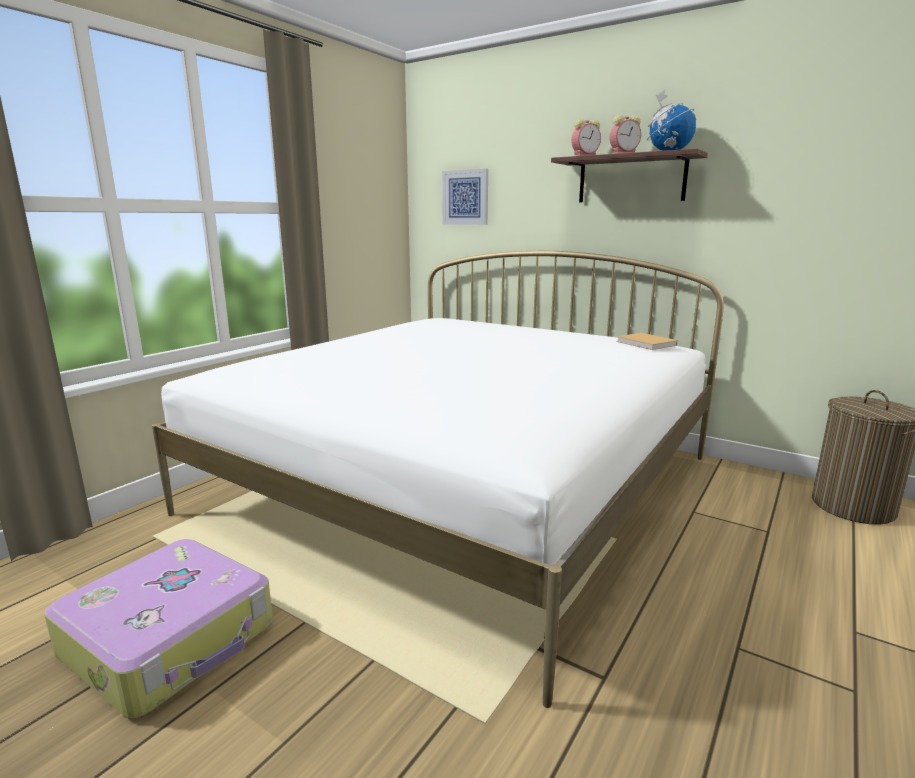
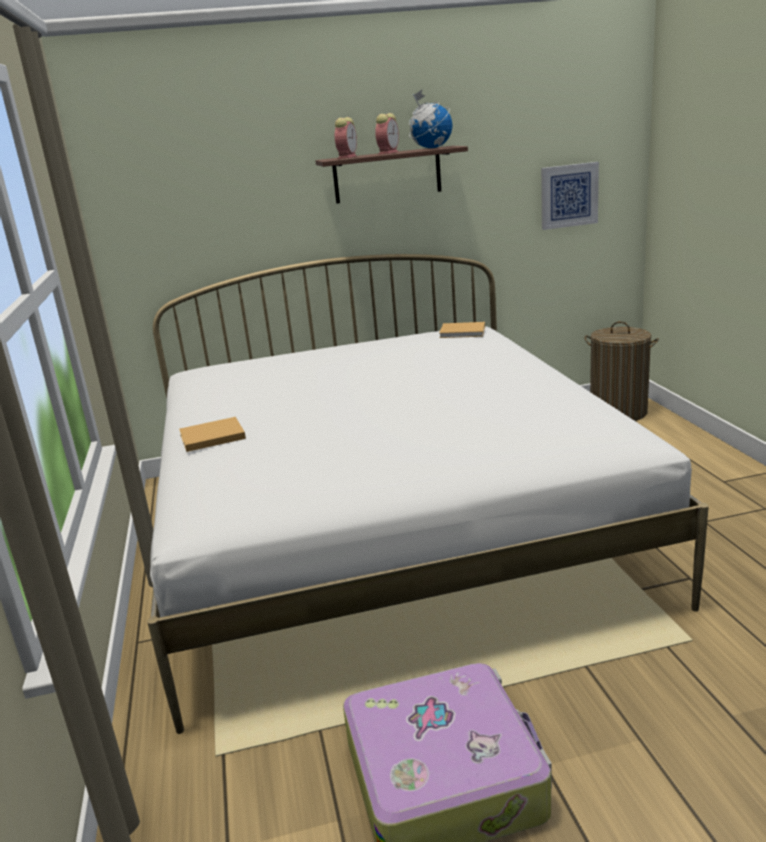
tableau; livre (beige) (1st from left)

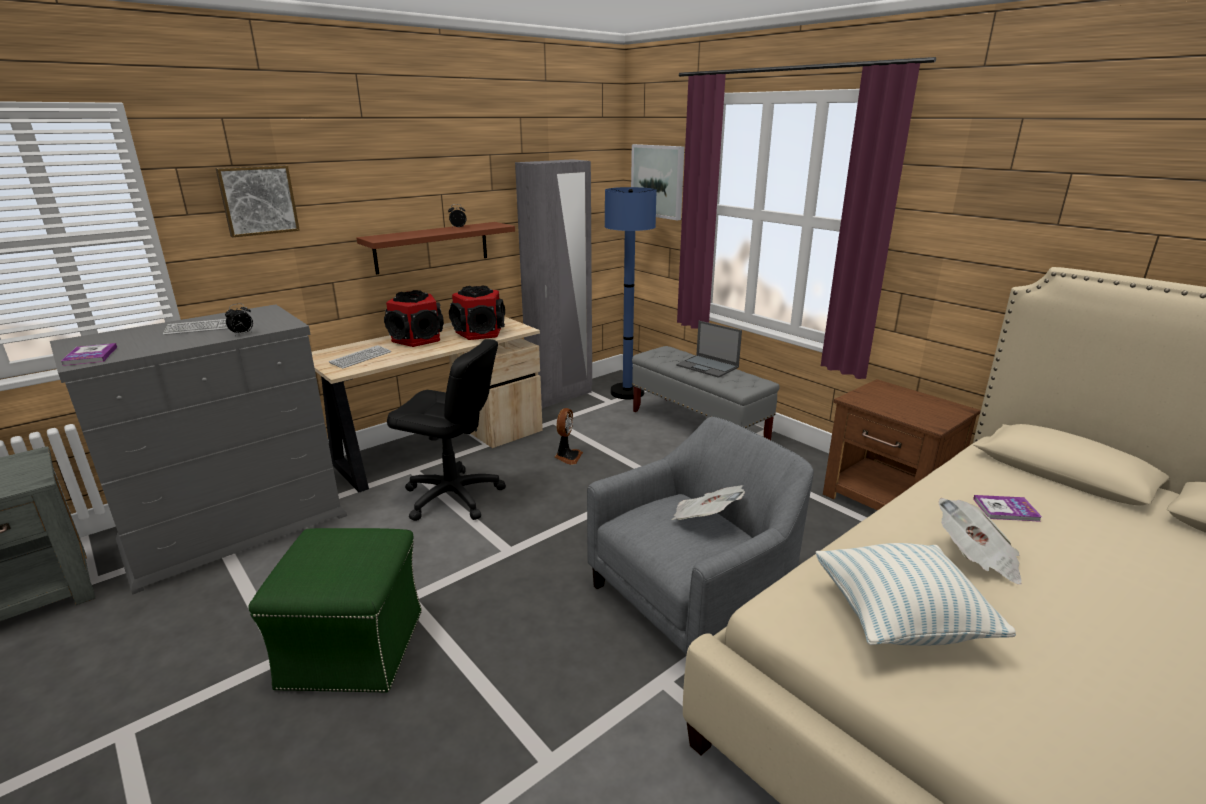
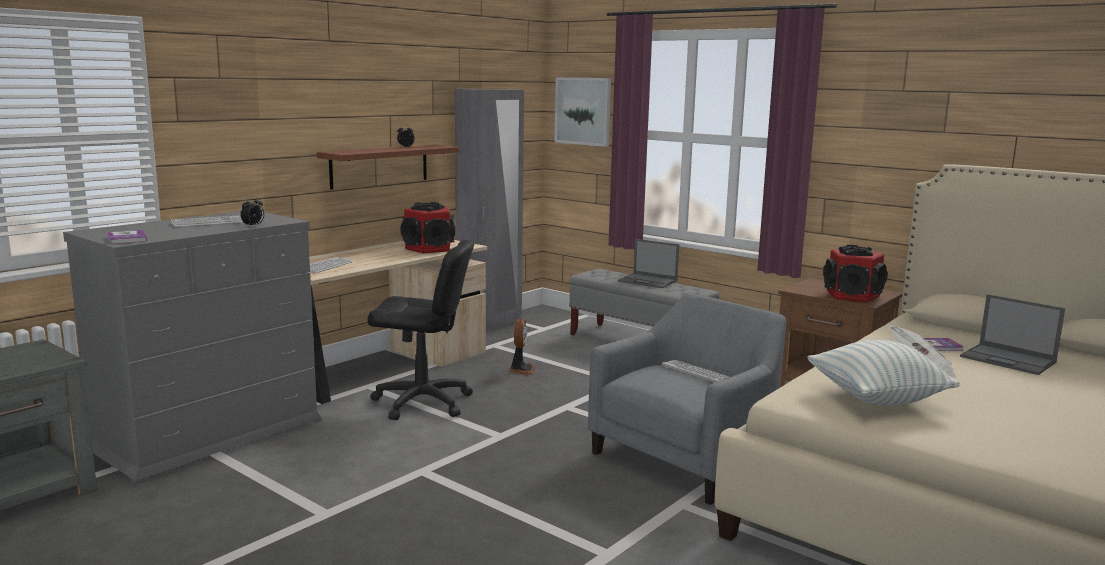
tableau (1st from left in the first image); lampadaire (bleu); enceinte (2nd from left); clavier (3rd from left); pouf (vert); ordinateur portable (2nd from left)

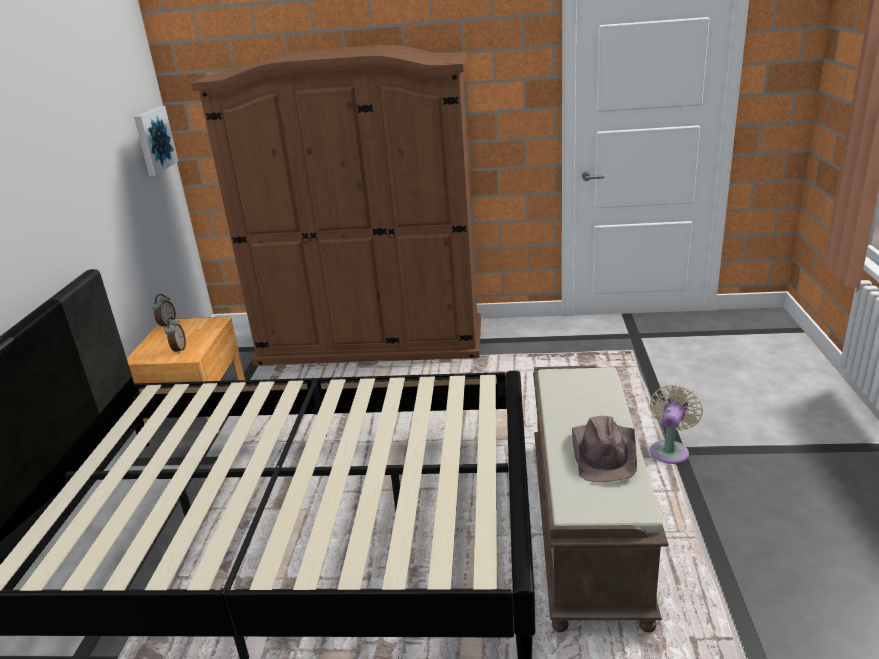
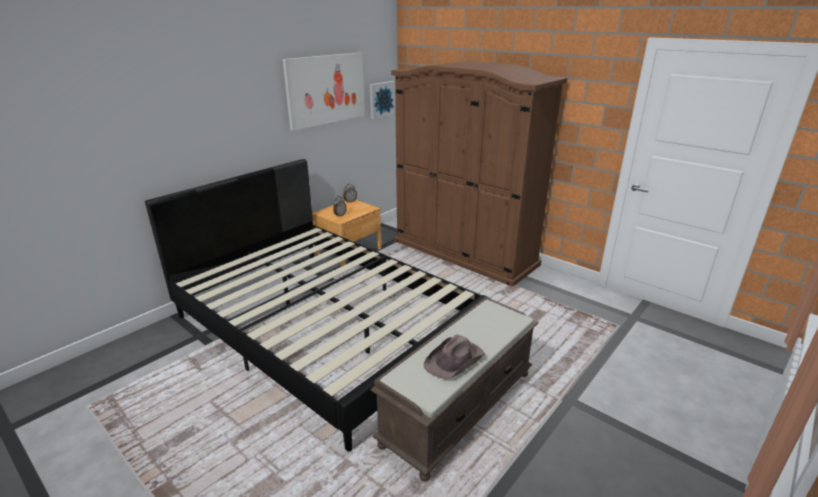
ventilateur (beige); tableau (1st from left)

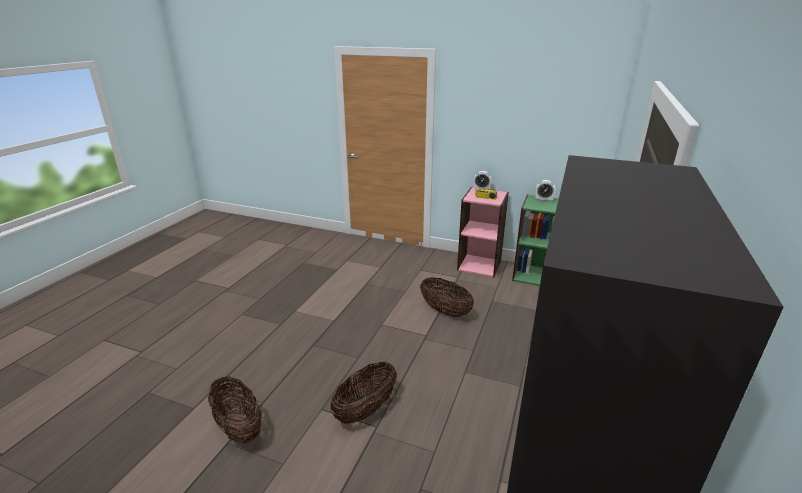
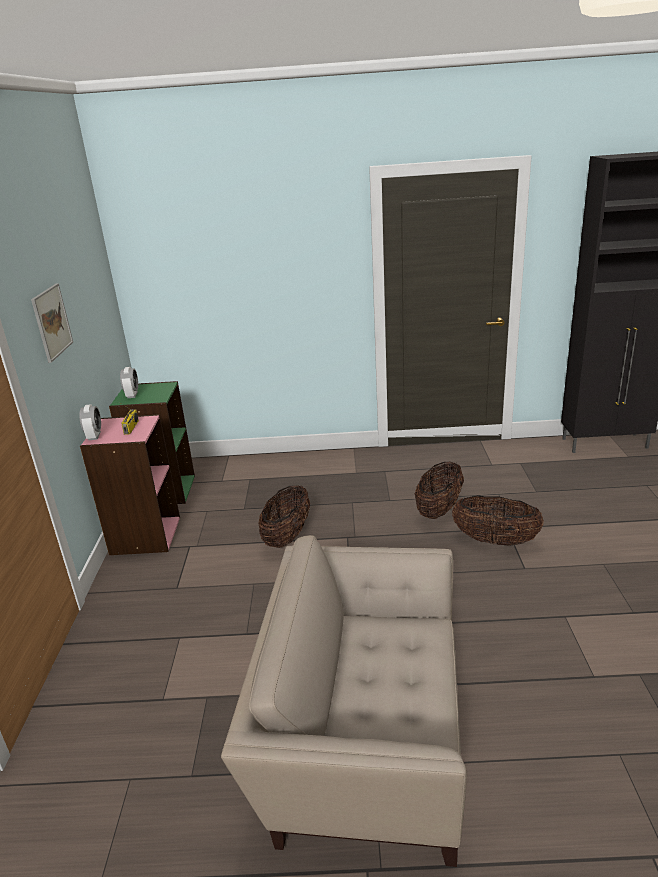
panier (2nd from left); tableau; fauteuil (beige)

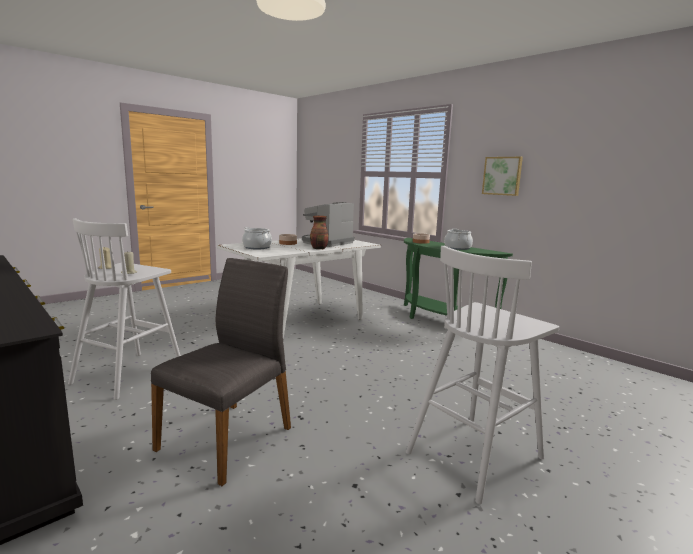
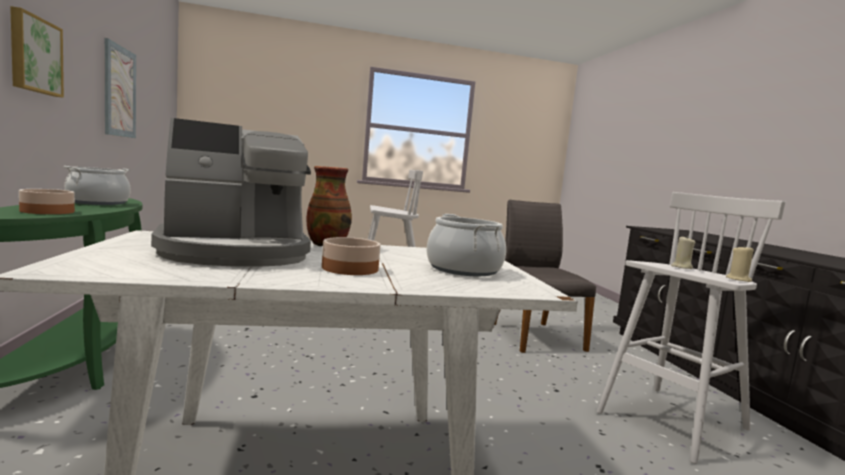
chaise (gris); tableau (2nd from left)

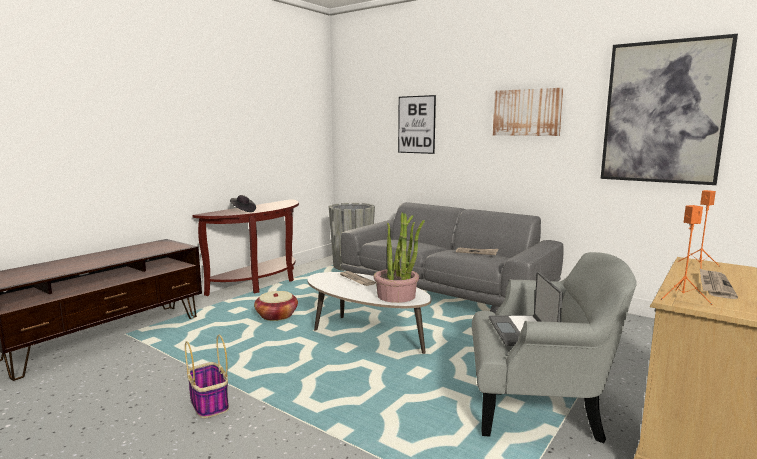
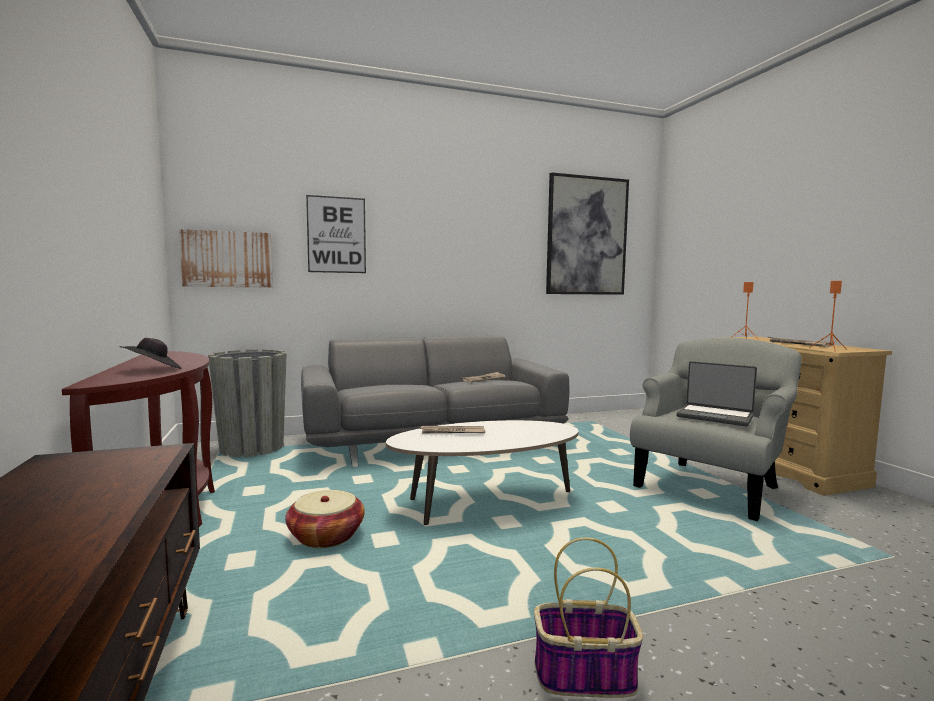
tableau (1st from left); plante en pot

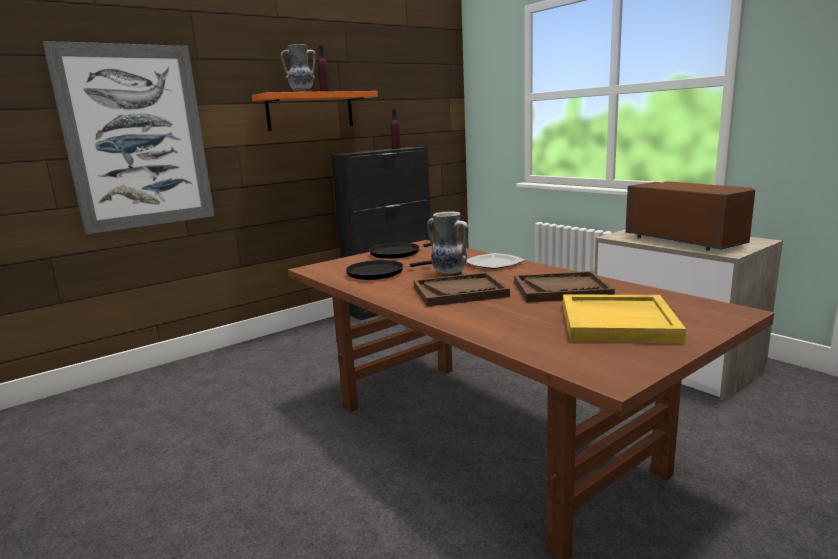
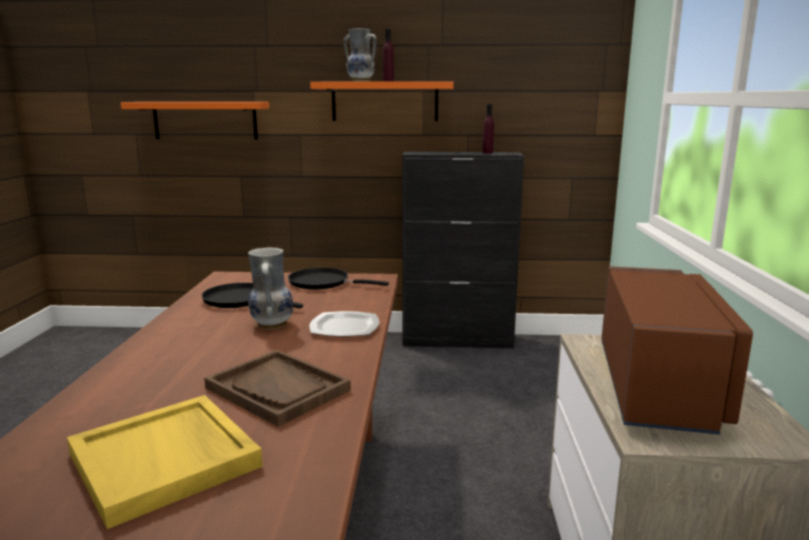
étagère (orange) (1st from left); plateau (marron) (1st from left in the first image)

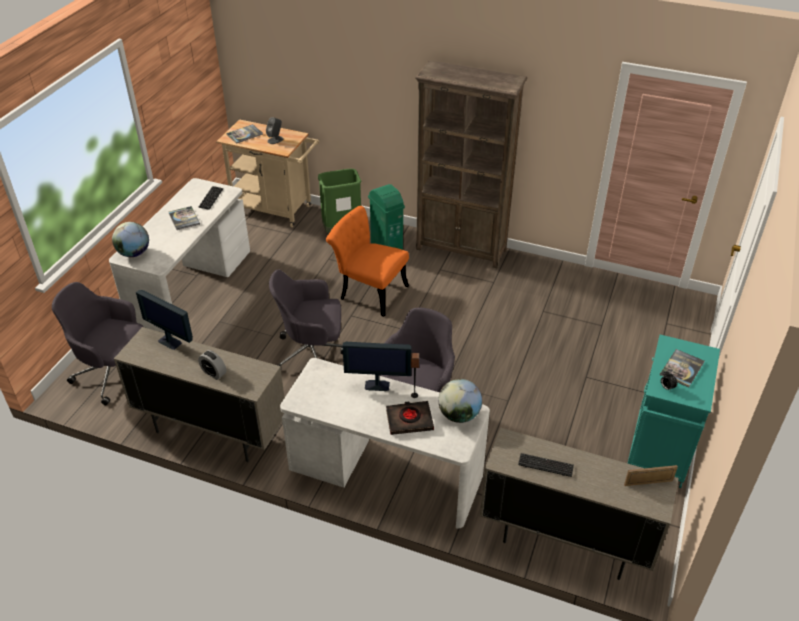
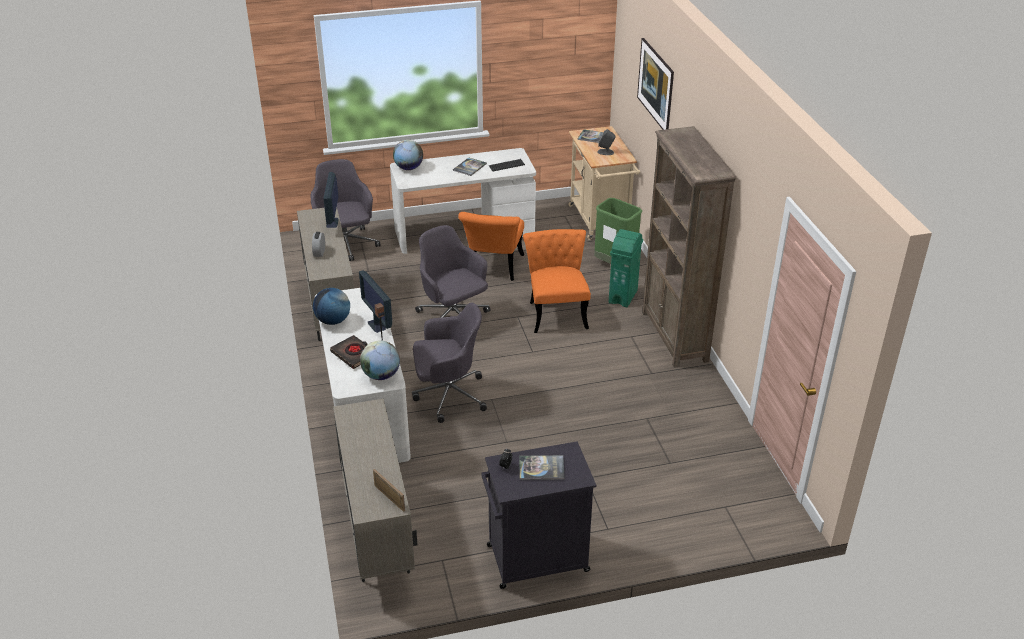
meuble de rangement (noir); clavier (2nd from left in the first image); tableau; chaise (orange) (1st from left); globe (1st from left)

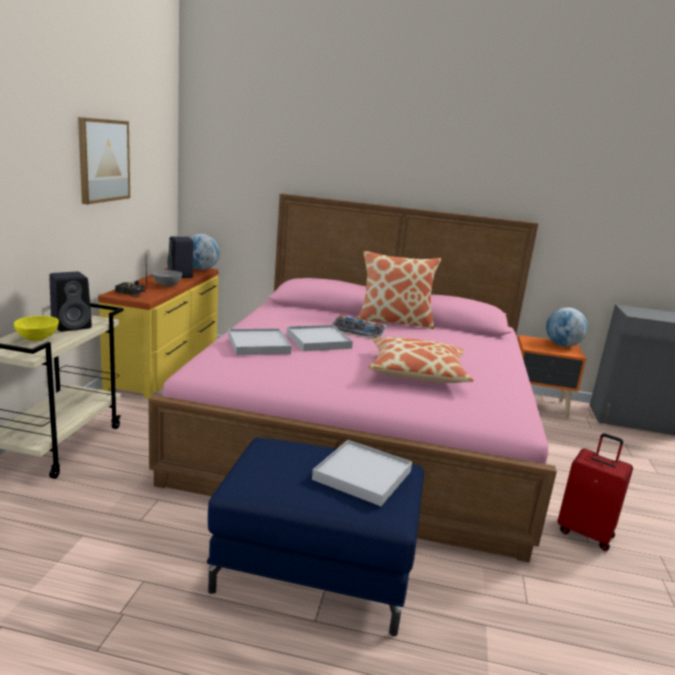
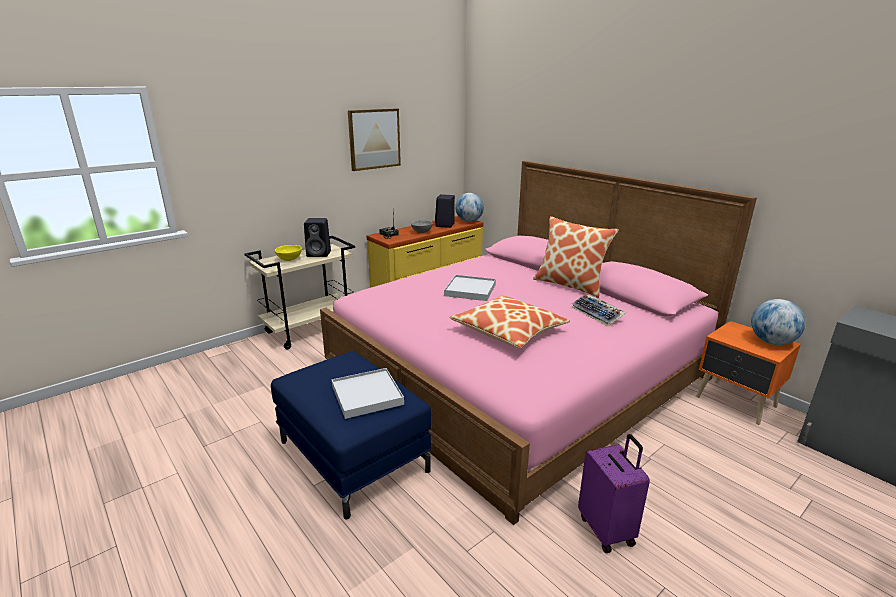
clavier; plateau (blanc) (1st from left in the first image); valise (violet)

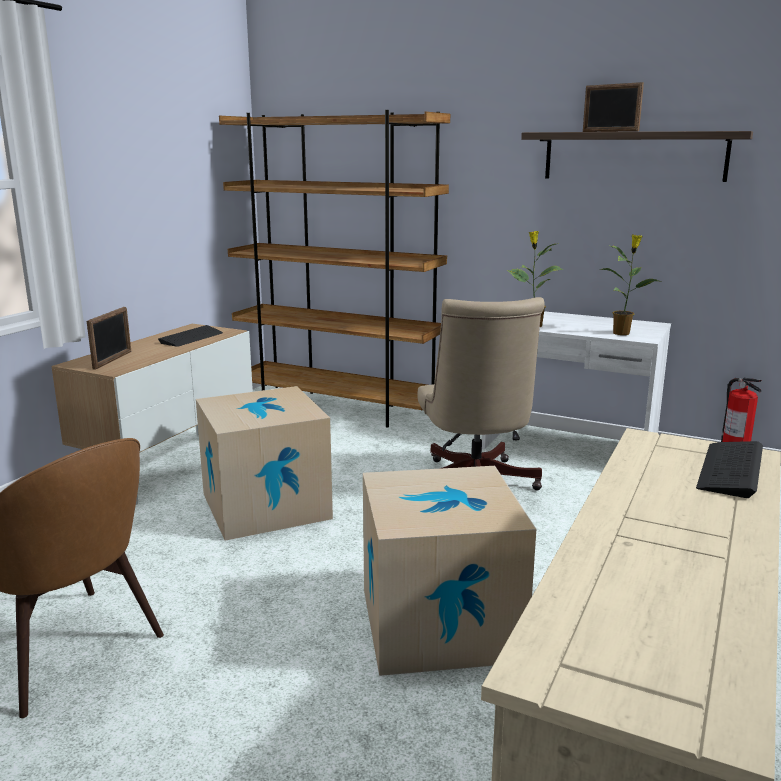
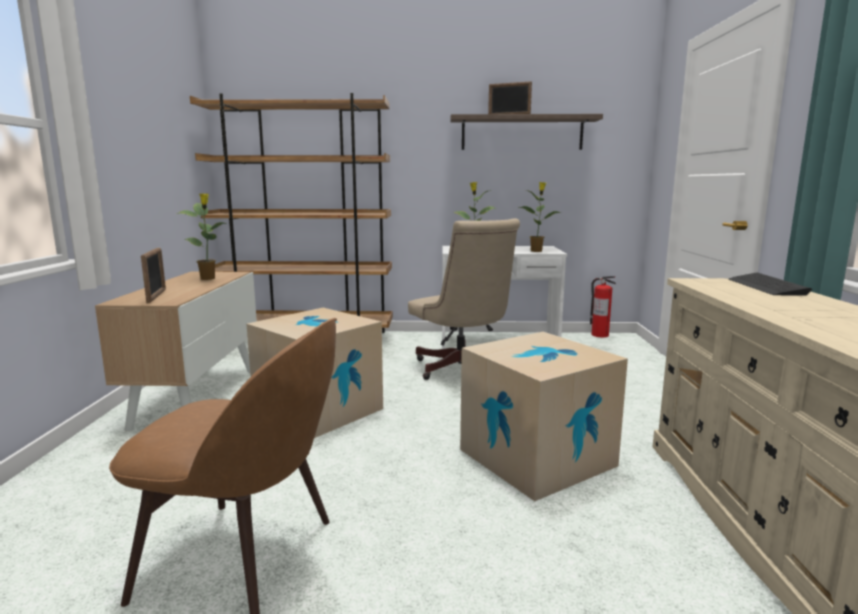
plante en pot (1st from left)

